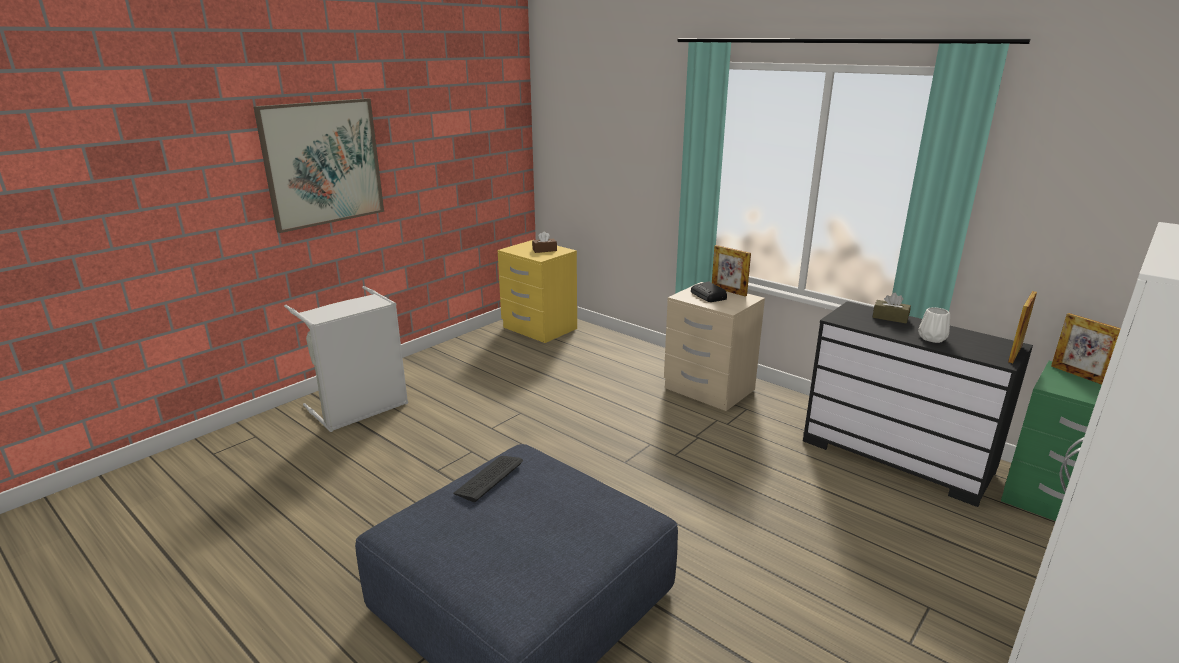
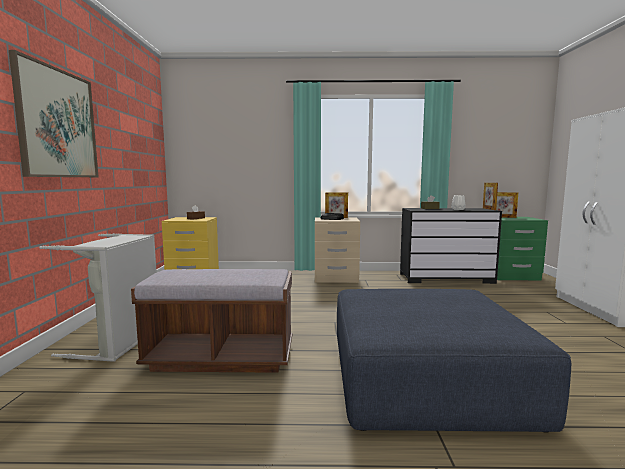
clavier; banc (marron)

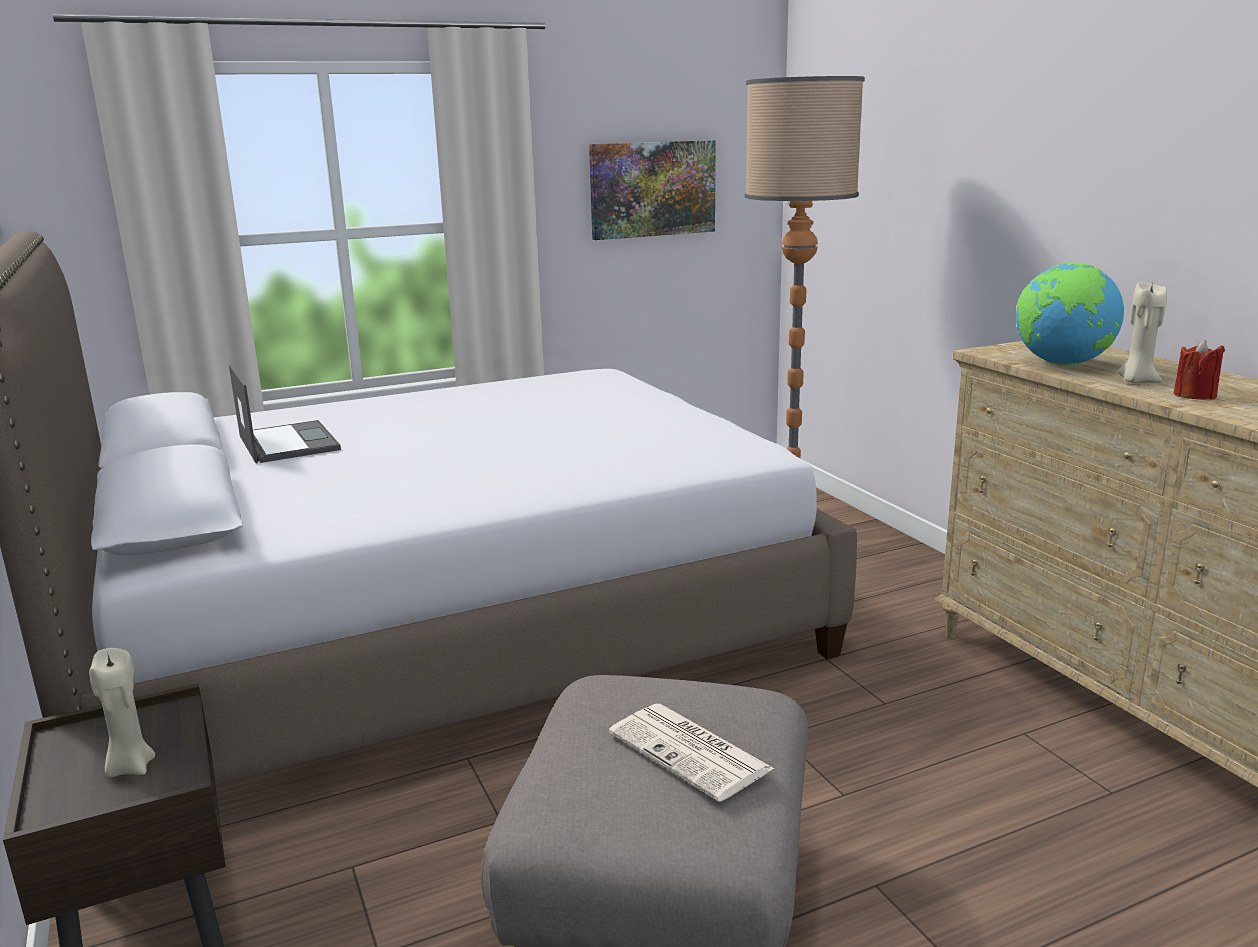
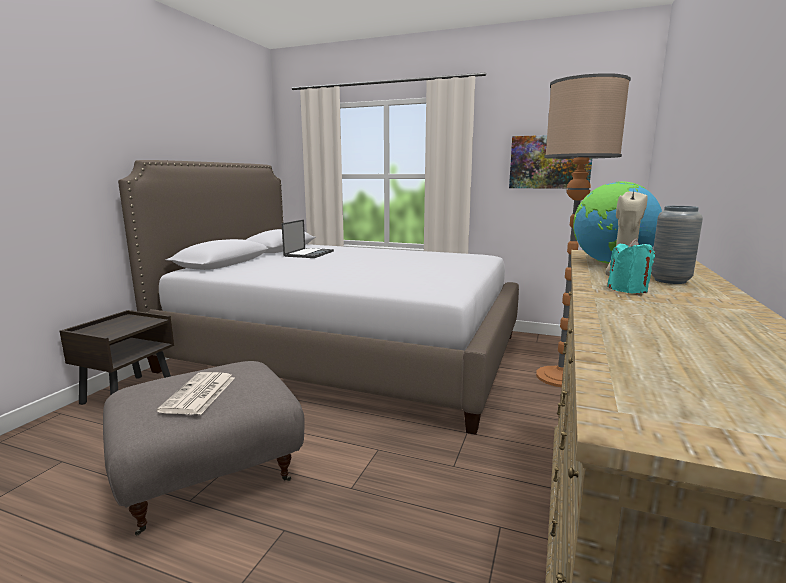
bougie (turquoise); bougie (beige) (1st from left in the first image); vase (gris)

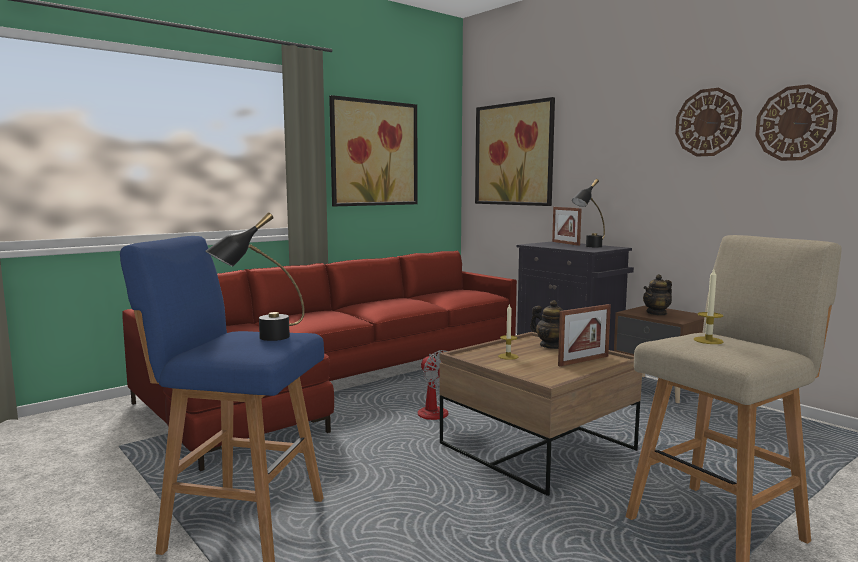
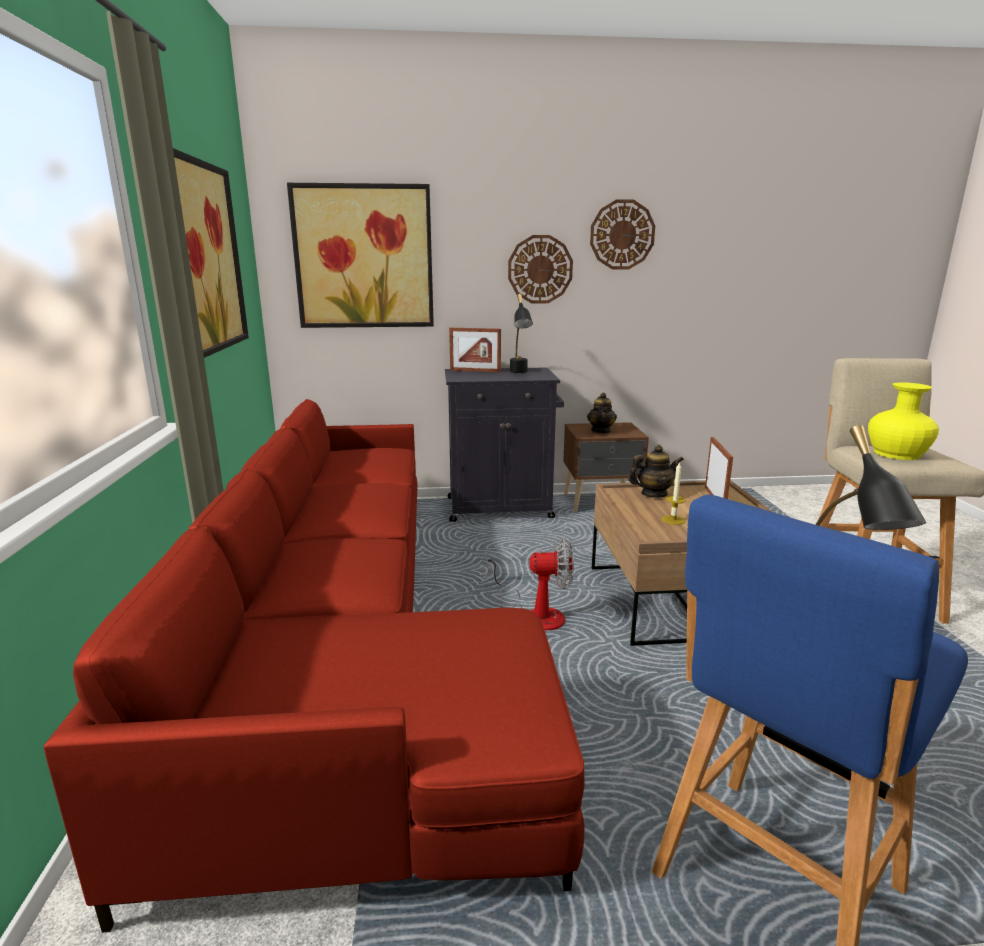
horloge murale (1st from left); vase (jaune)

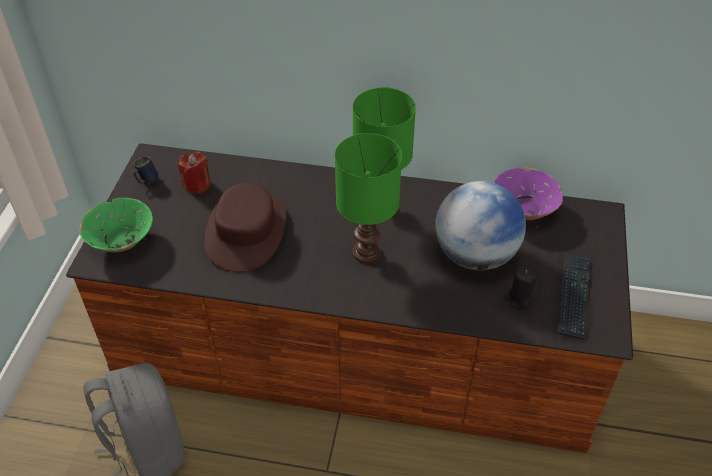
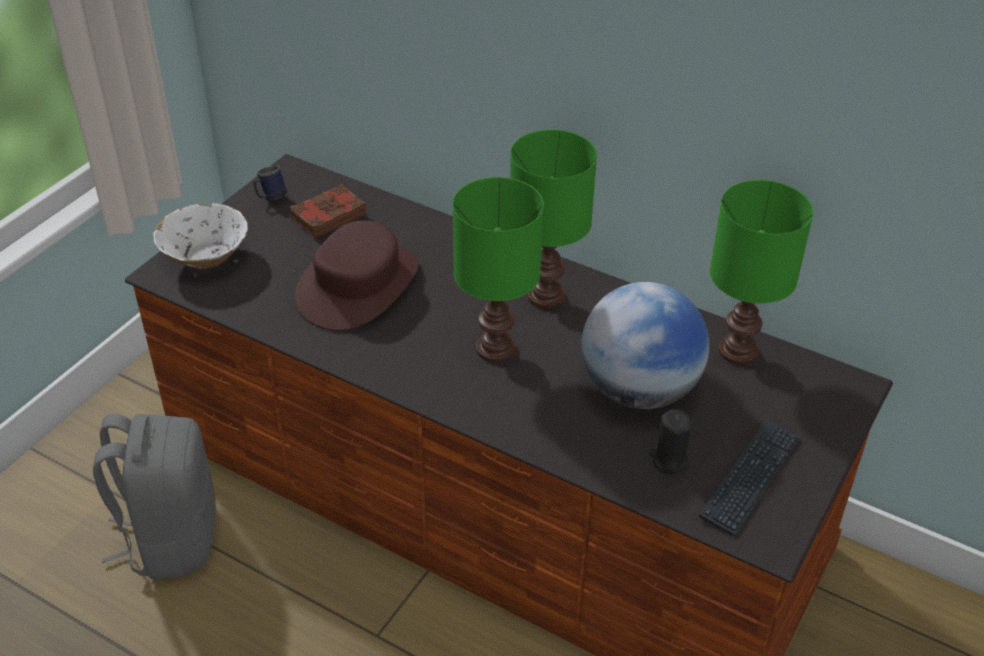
livre (marron); lampe de table (vert) (3rd from left); bol (blanc)

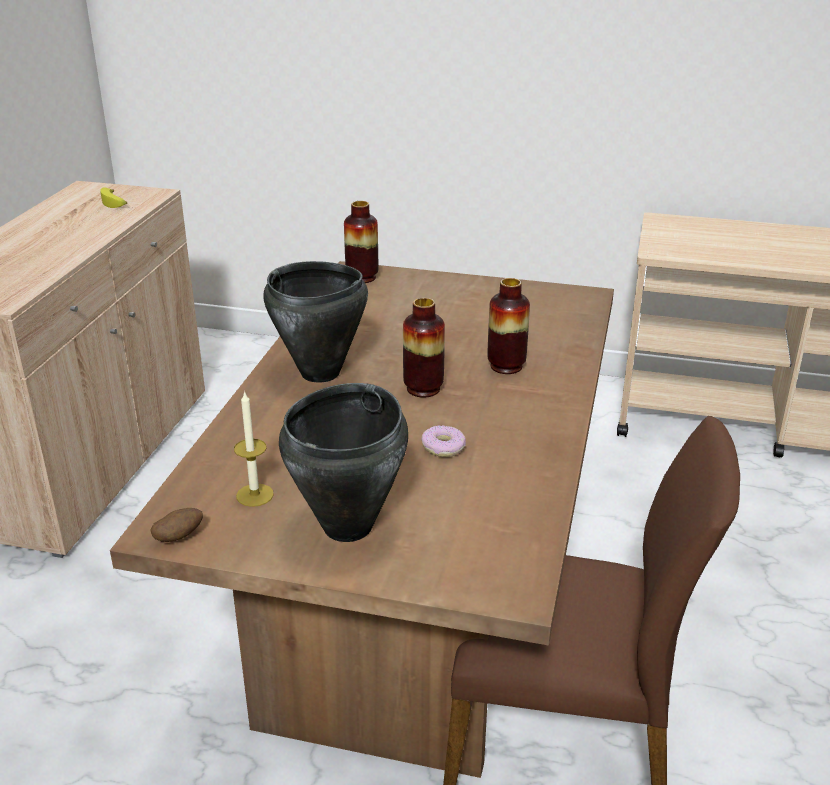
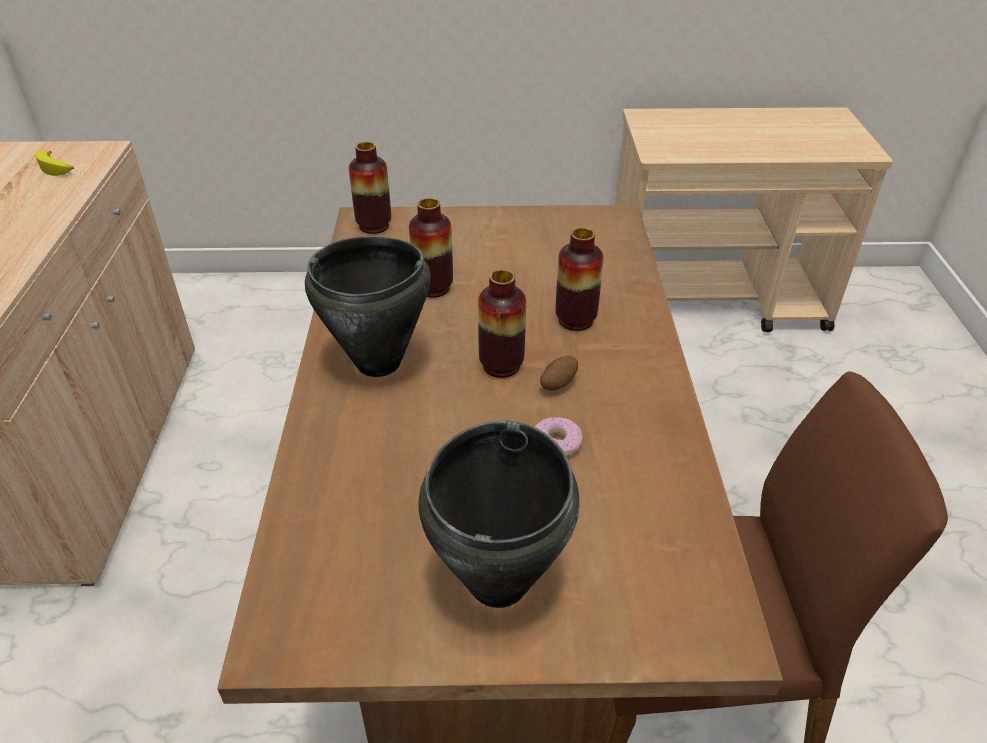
bougie; pomme de terre; vase (2nd from left)

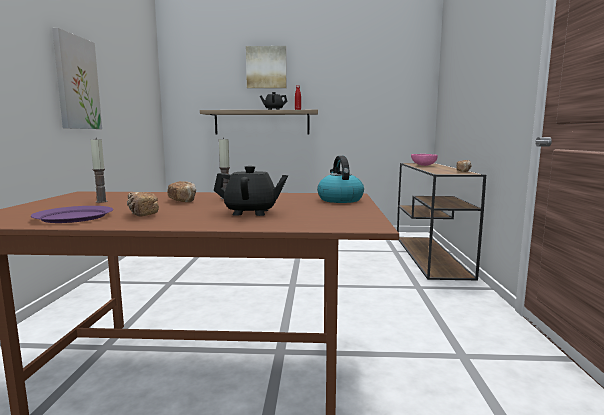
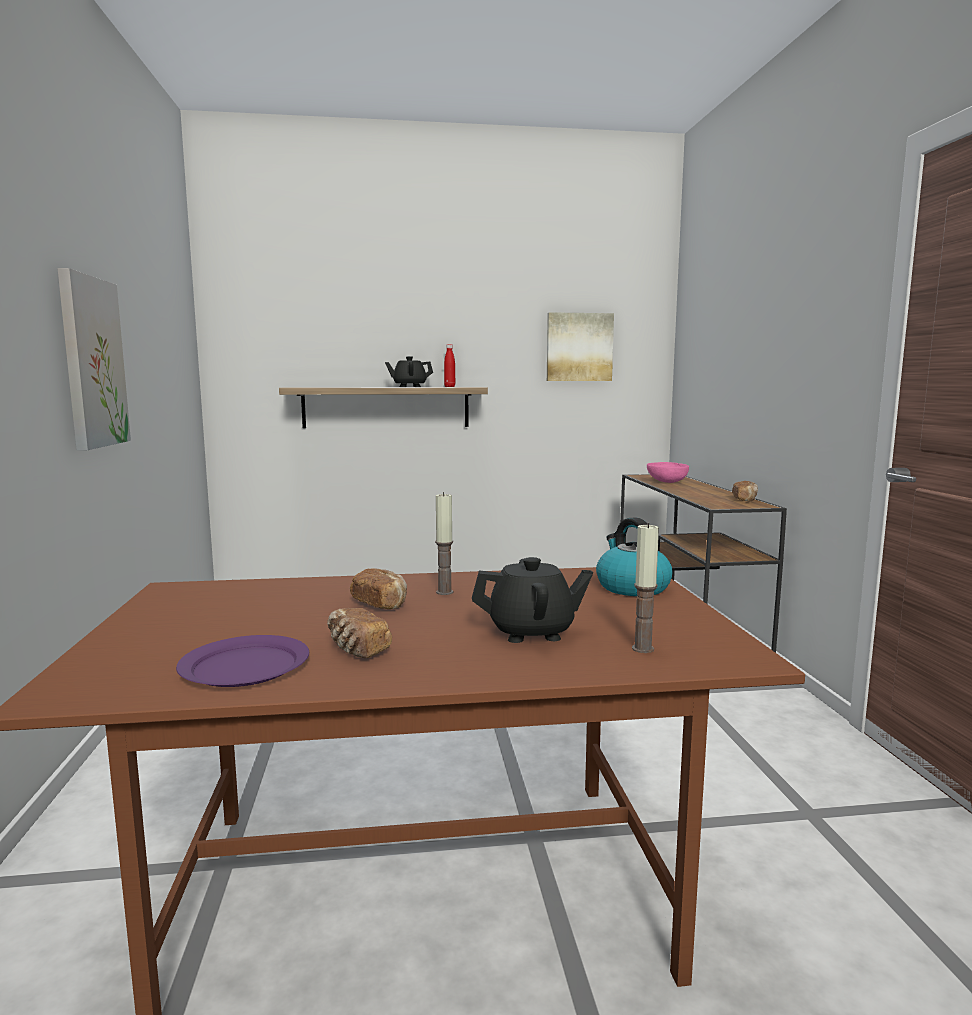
tableau (2nd from left); bougie (2nd from left)

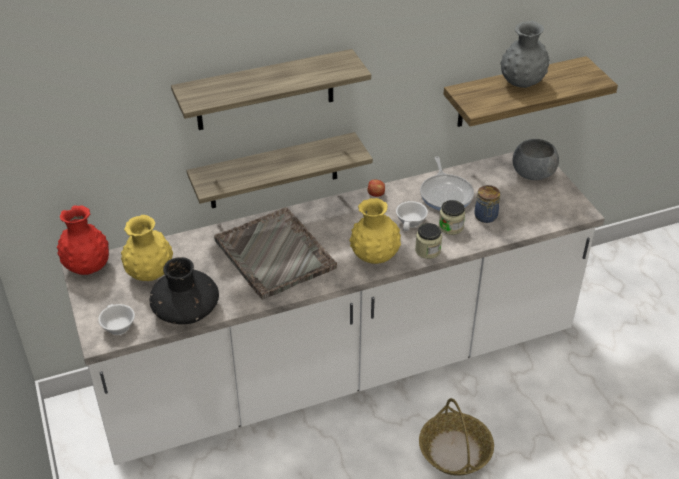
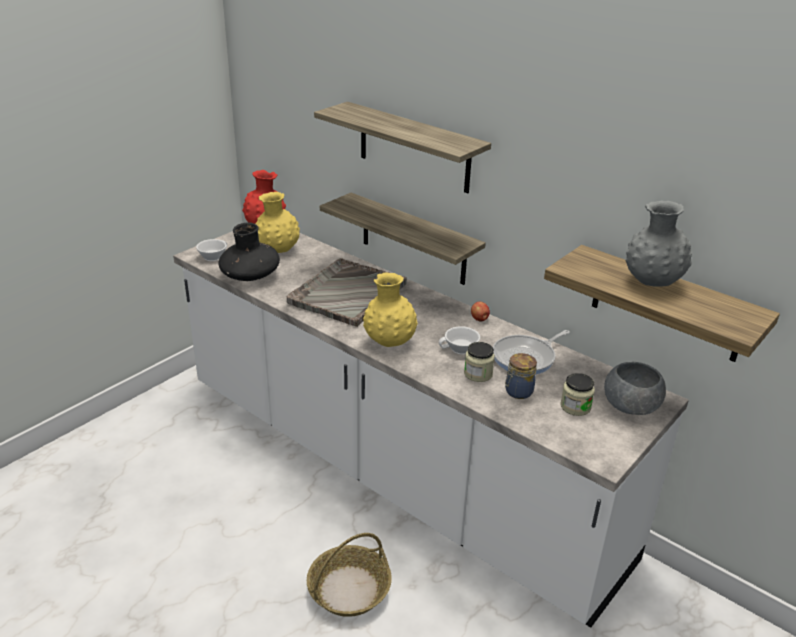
bocal (3rd from left)

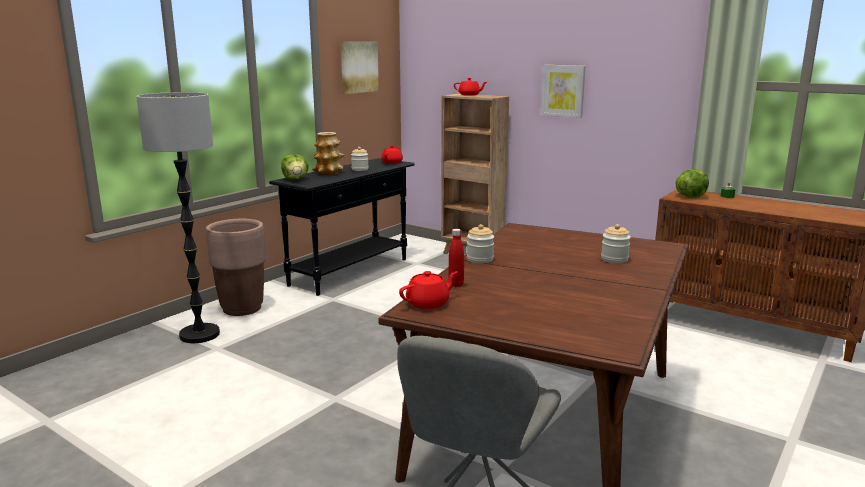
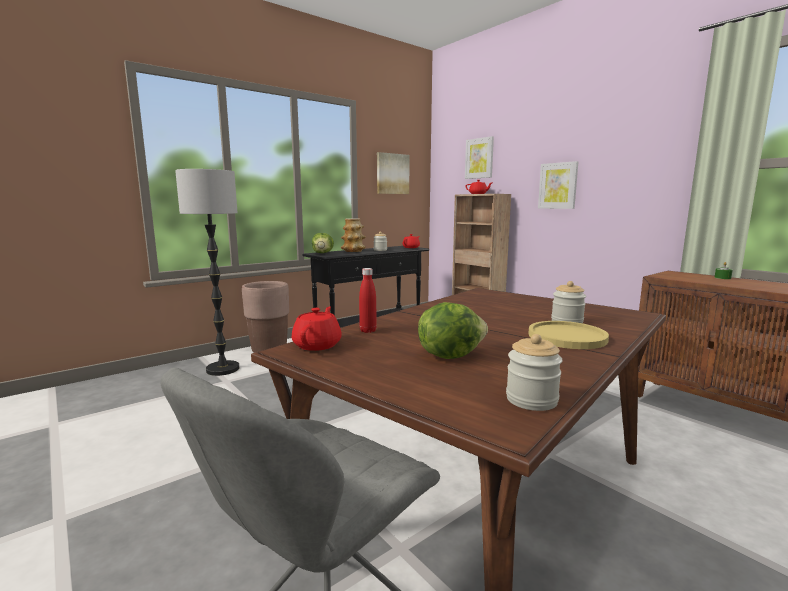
laitue (2nd from left); bocal (2nd from left); théière (rouge) (1st from left); tableau (2nd from left); assiette (jaune)

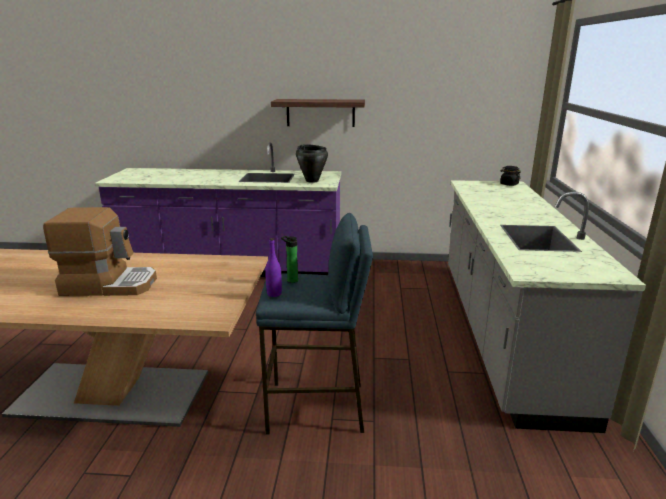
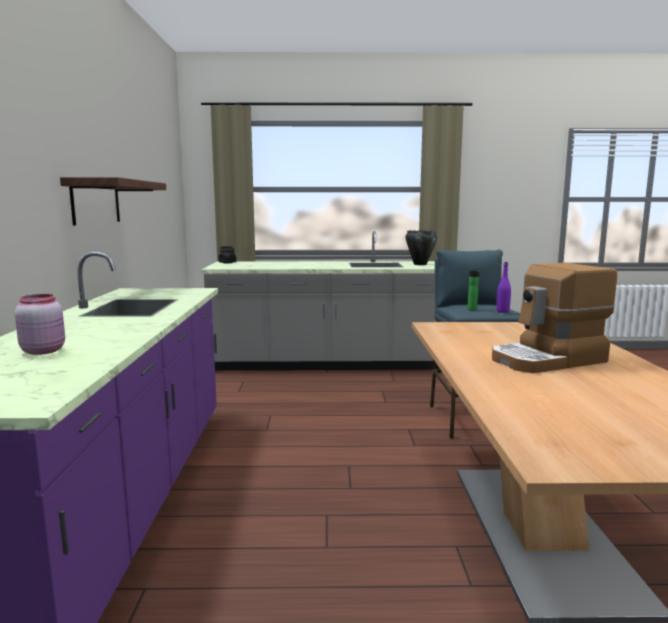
marmite (noir); machine à café; bocal (rose)

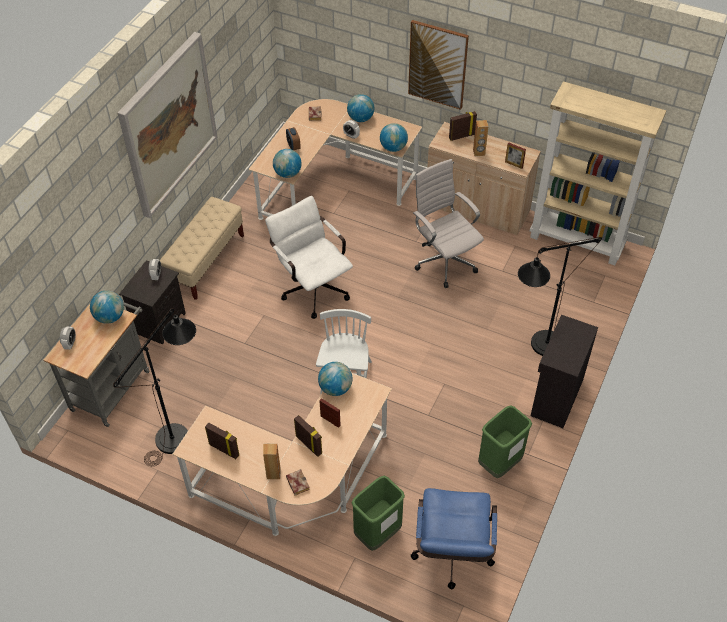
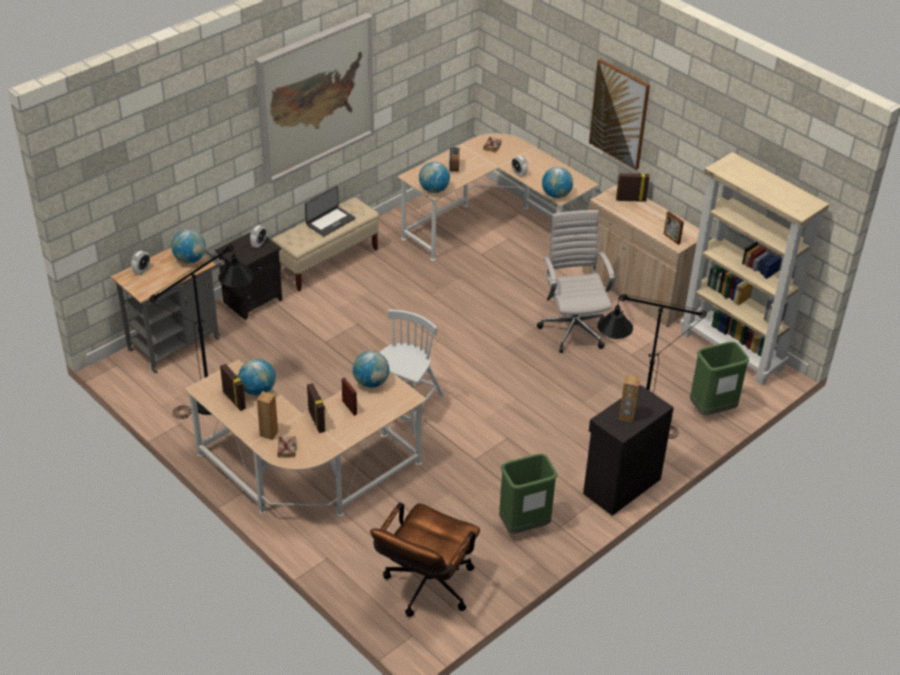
globe (2nd from left); enceinte (marron) (2nd from left); chaise de bureau (blanc) (1st from left in the first image); poubelle (vert) (2nd from left); chaise de bureau (marron); ordinateur portable

